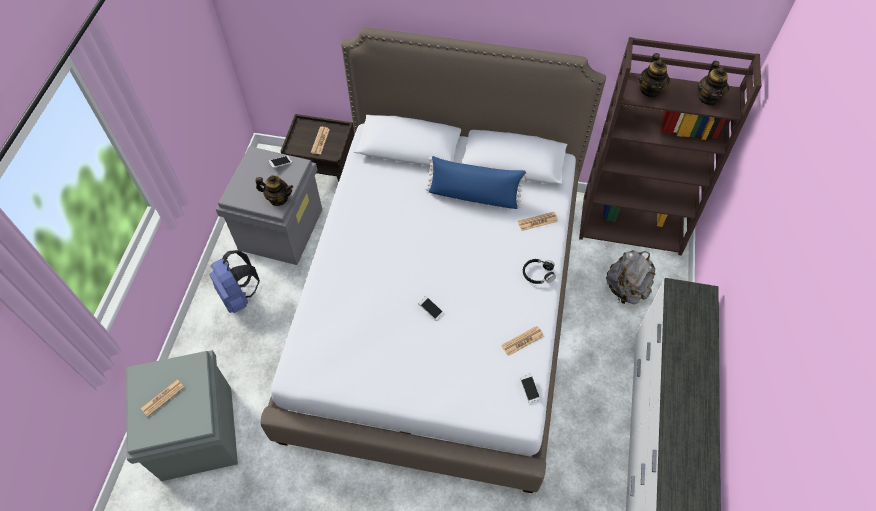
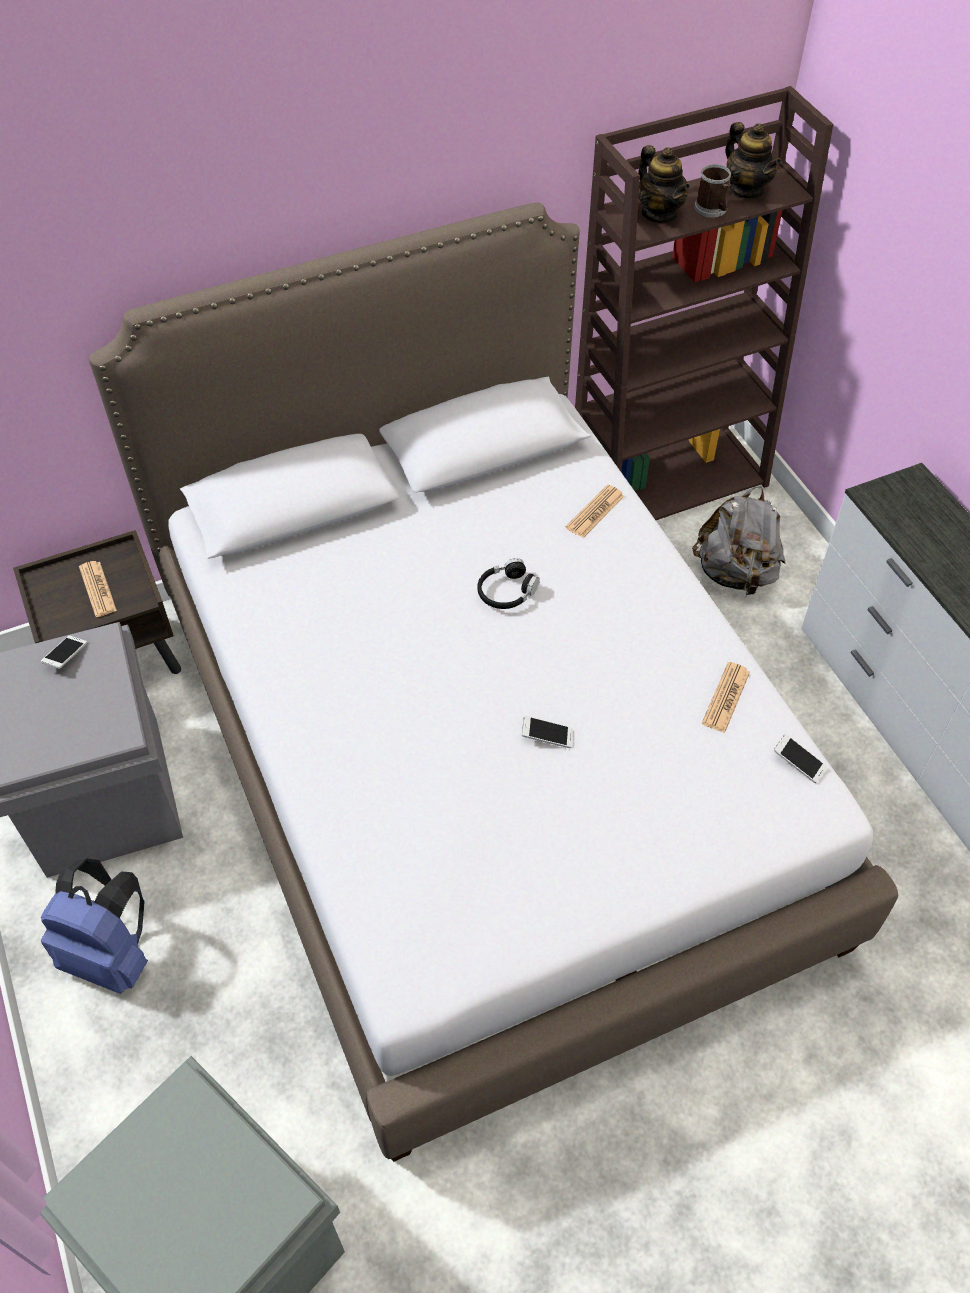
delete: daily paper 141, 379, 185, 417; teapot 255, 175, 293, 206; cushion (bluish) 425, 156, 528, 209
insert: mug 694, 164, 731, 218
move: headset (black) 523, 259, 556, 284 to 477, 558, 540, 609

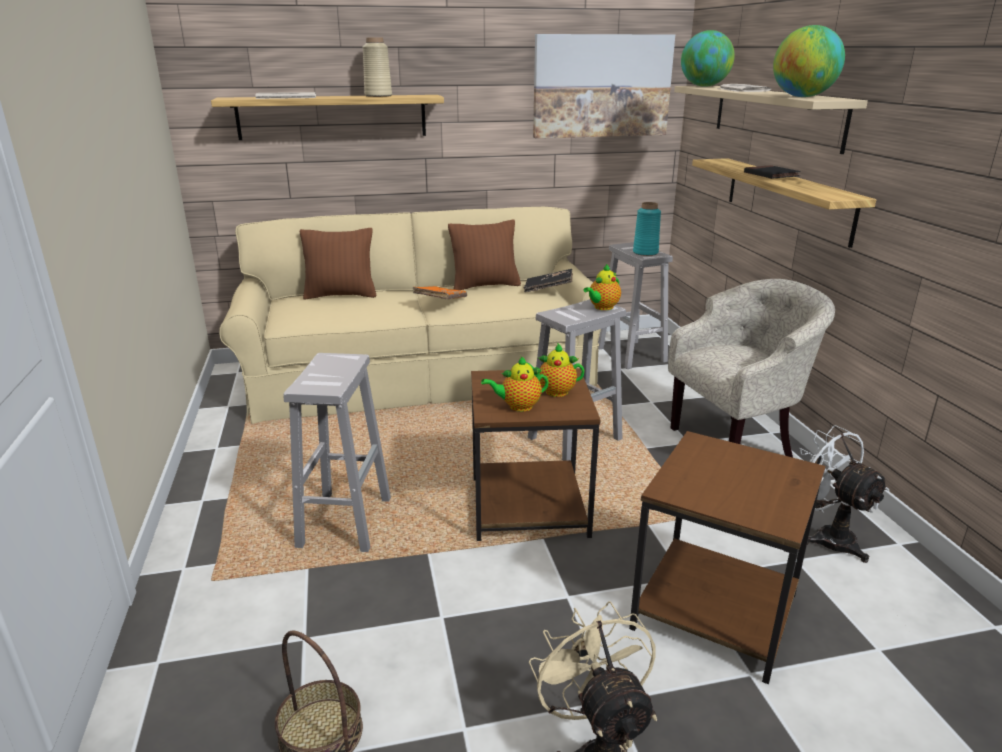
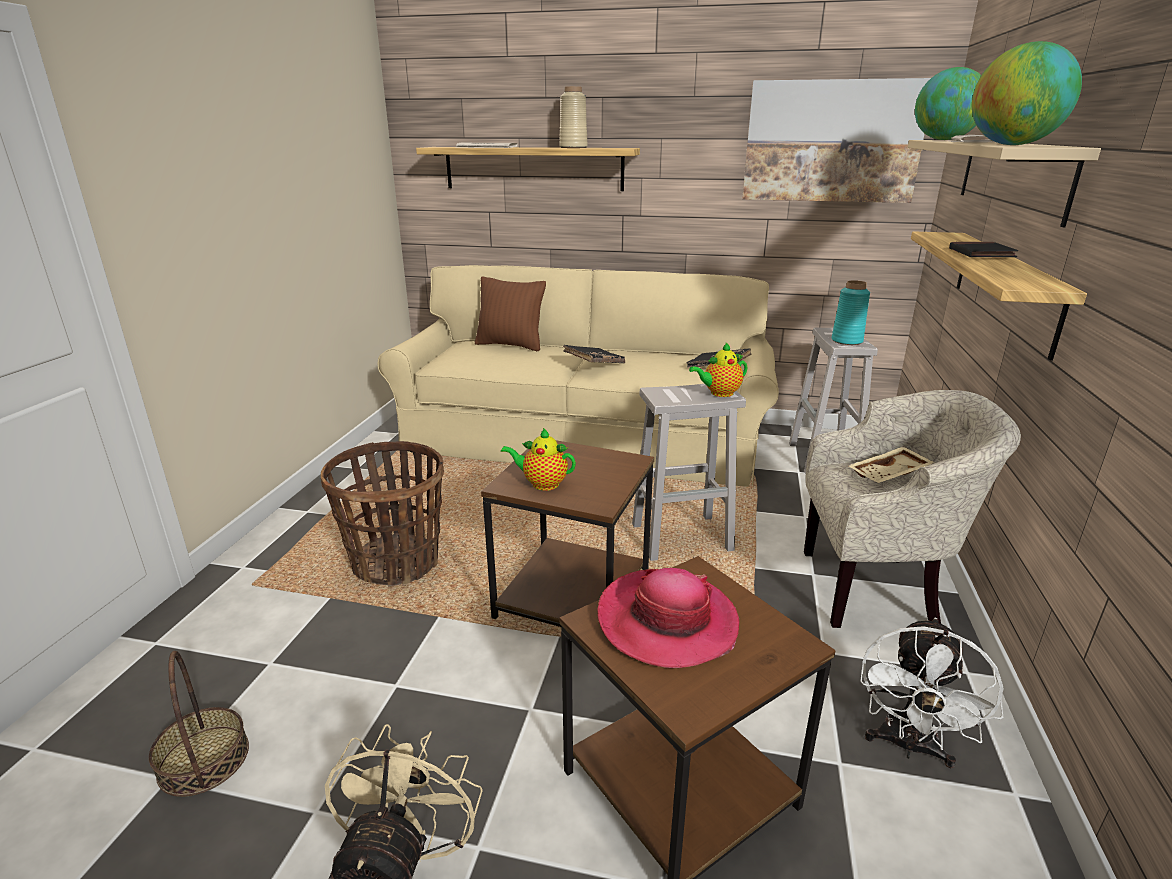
delete: cushion (brown) 448, 220, 521, 290; teapot 526, 343, 585, 397
insert: hat 597, 568, 739, 668; carrying tray (beige-coloured) 849, 447, 935, 483
replace: stool seat (white) 283, 353, 391, 552 to storage basket 321, 441, 444, 586
recolor: volume (orange-coloured) 412, 286, 467, 299 to volume (black) 563, 345, 625, 363
rotate: electric fan (white) 799, 425, 889, 563 = 860, 617, 1003, 768 150 degrees counterclockwise

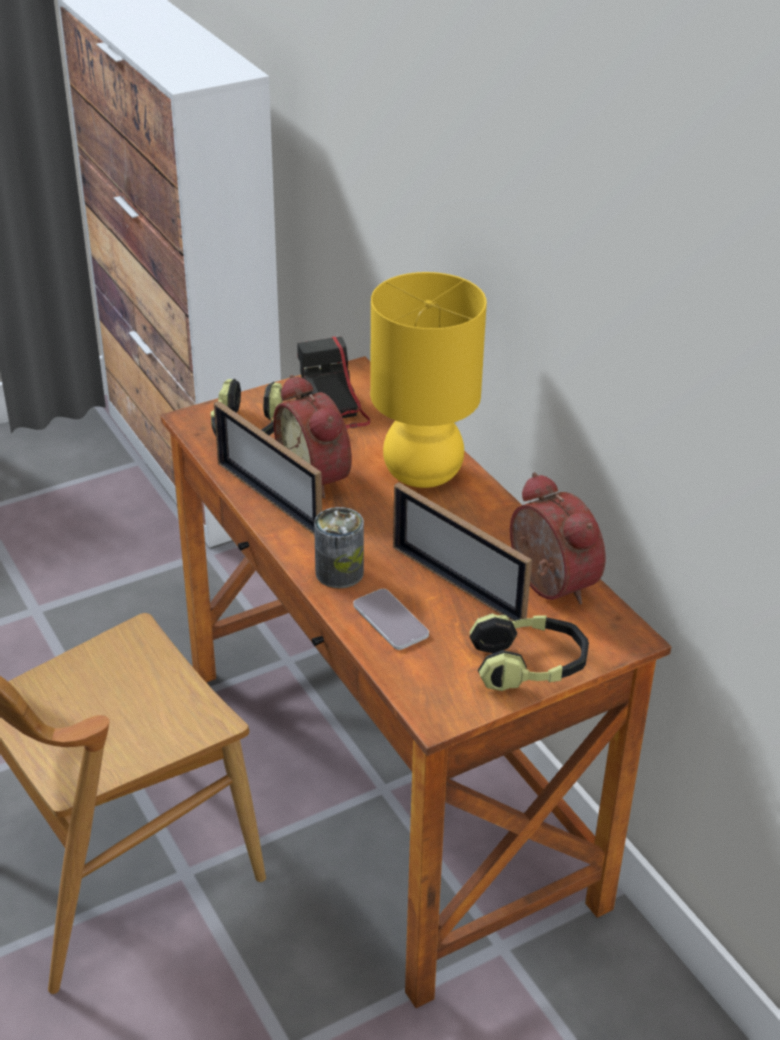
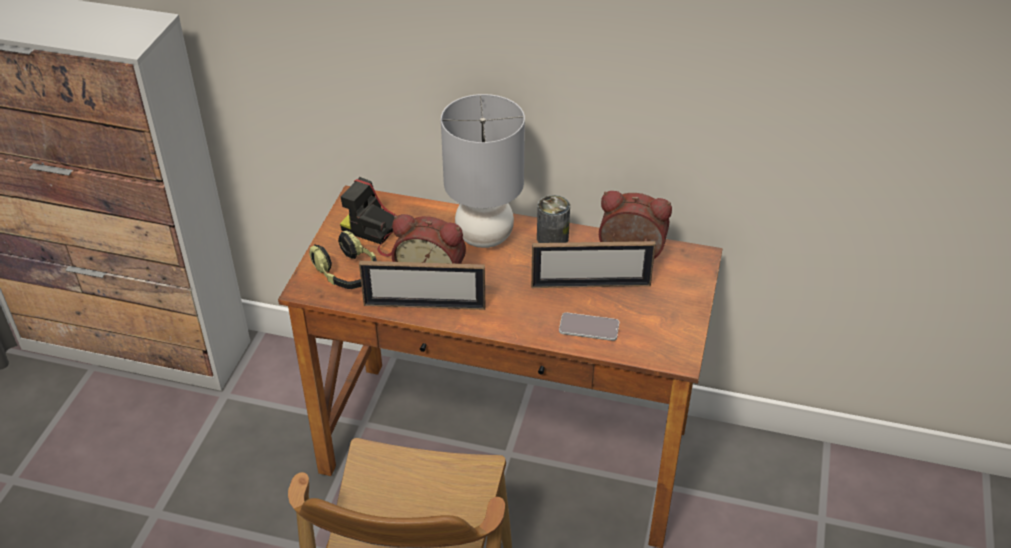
delete: headset 470, 613, 589, 691
move: metal can 314, 507, 364, 589 to 537, 195, 570, 243
recolor: table lamp (yellowish) 370, 272, 487, 488 to table lamp (greyish) 441, 94, 525, 248

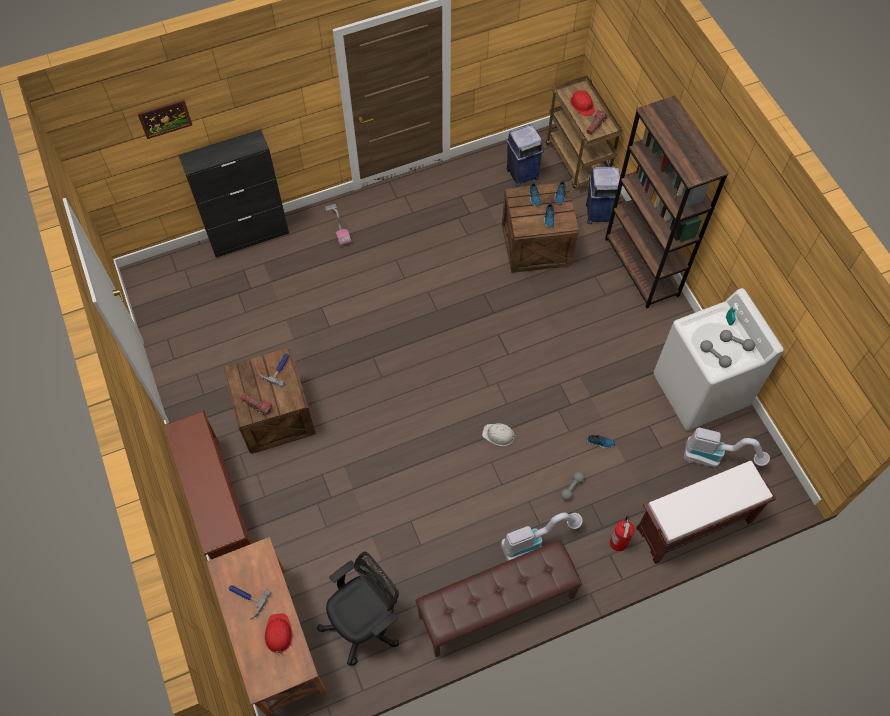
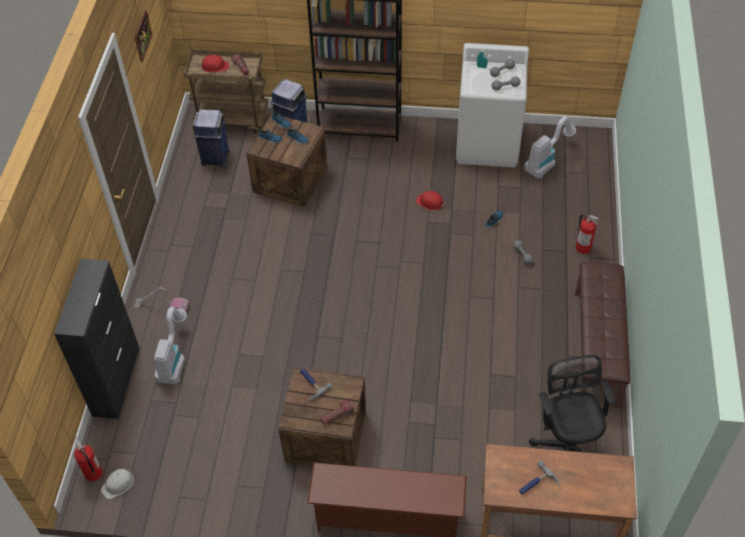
delete: indoor bench (brown) 636, 460, 776, 564
insert: fire extinguisher 74, 437, 103, 481
move: picture 137, 99, 192, 139 to 134, 10, 152, 62; work helmet (red-coloured) 265, 614, 293, 655 to 416, 191, 445, 210; work helmet (white) 482, 423, 517, 446 to 101, 469, 134, 499; vacuum cleaner 501, 513, 583, 561 to 154, 307, 187, 384

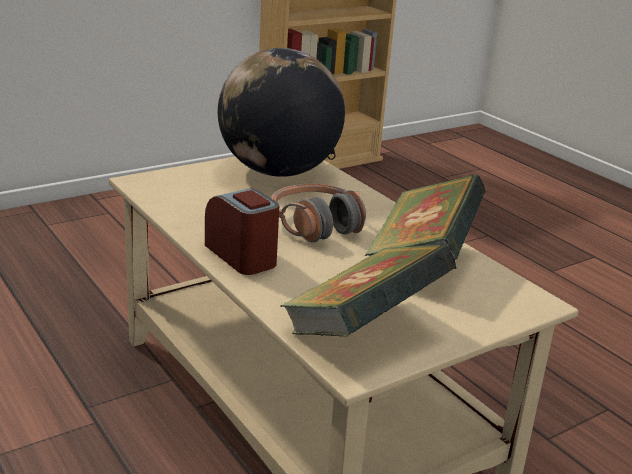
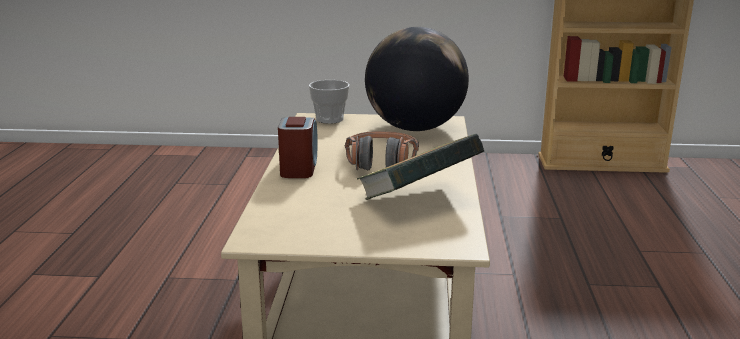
delete: volume 280, 244, 457, 337
insert: small cup 309, 80, 350, 124

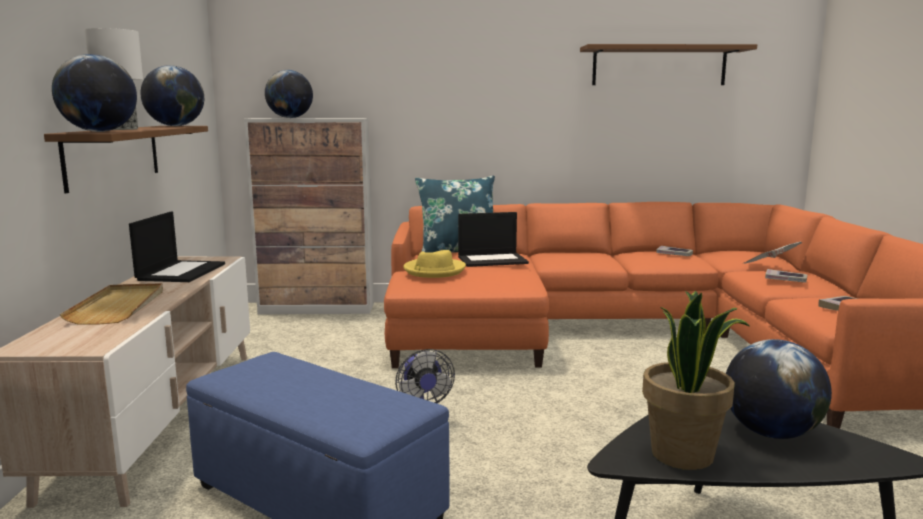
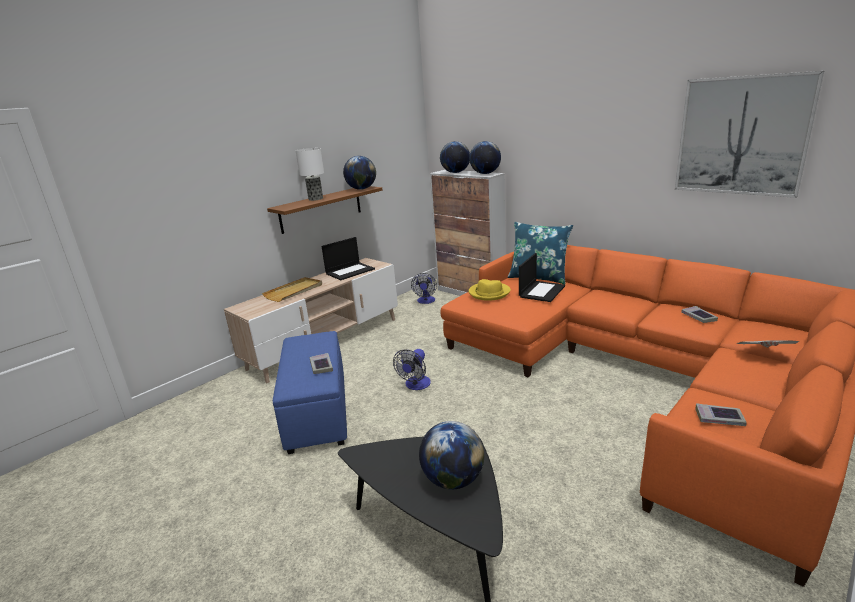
delete: houseplant 642, 291, 750, 470
insert: electric fan 411, 273, 437, 304
move: world globe 52, 54, 137, 132 to 469, 141, 501, 174; volume 765, 269, 807, 283 to 310, 353, 333, 374
replace: shelf (brown) 580, 44, 757, 85 to picture 675, 71, 824, 198
rotate: notebook computer 458, 212, 529, 267 = 519, 253, 565, 302 90 degrees counterclockwise

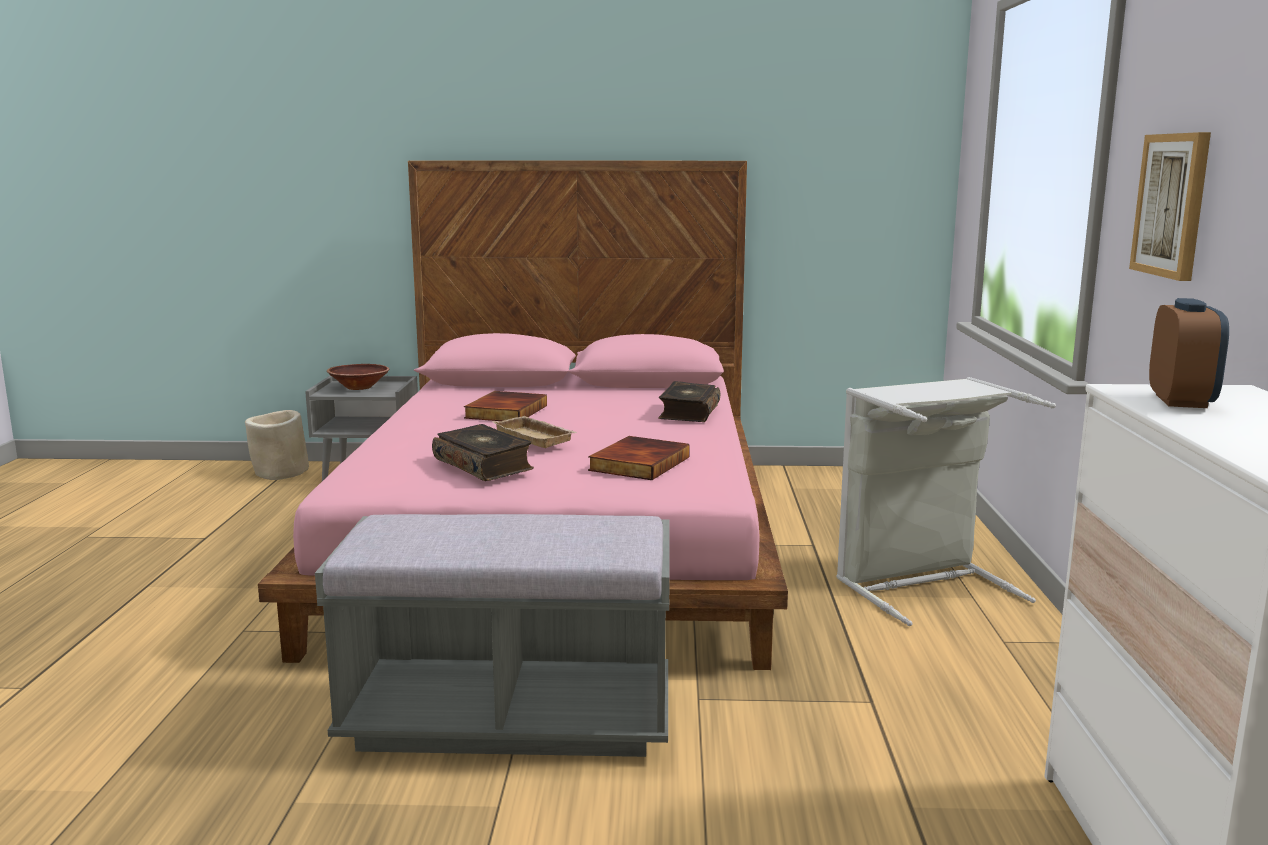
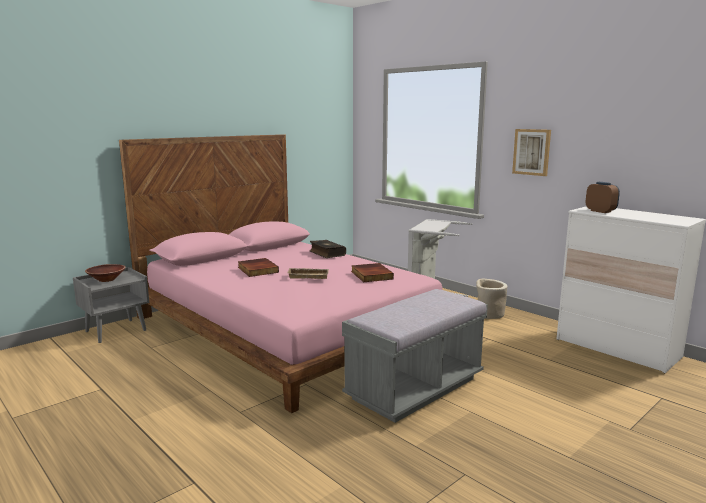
delete: volume 432, 424, 534, 481
move: flower pot (beige-coloured) 245, 410, 309, 480 to 476, 279, 508, 319

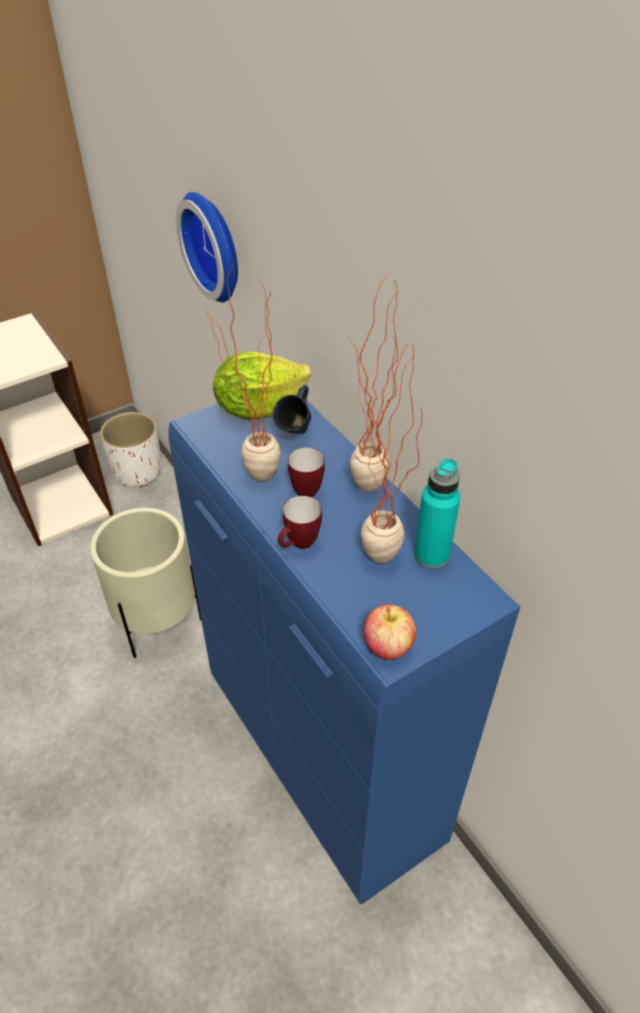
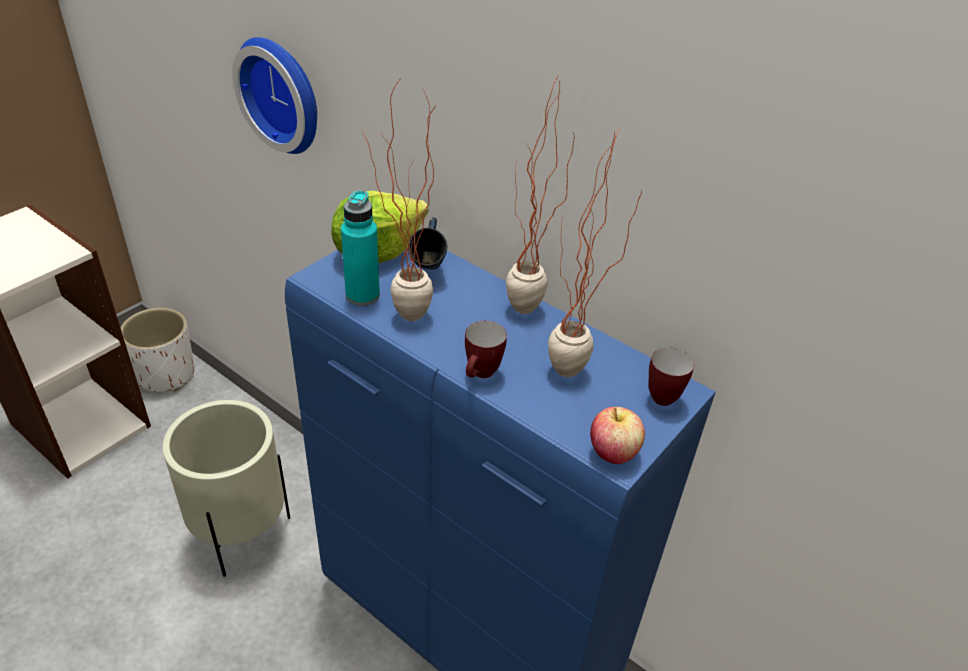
move: mug 288, 448, 325, 497 to 649, 347, 694, 406; drink bottle (turquoise) 414, 458, 460, 569 to 341, 190, 380, 306

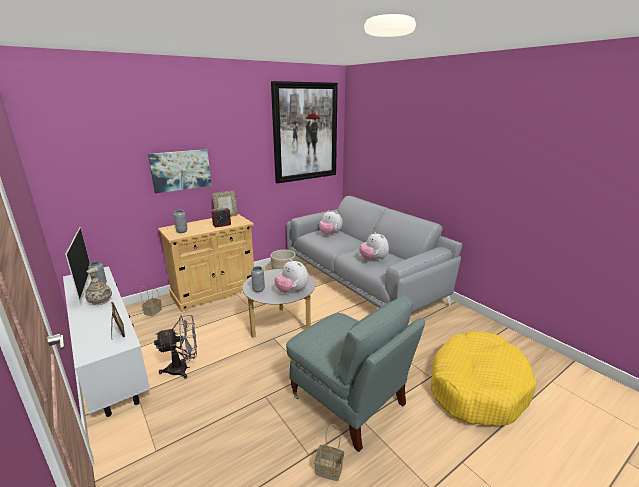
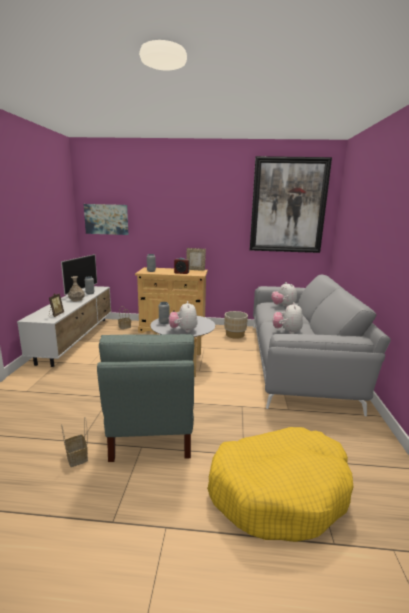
delete: electric fan (greyish) 154, 315, 197, 379
move: picture 148, 149, 212, 193 to 84, 204, 128, 235

